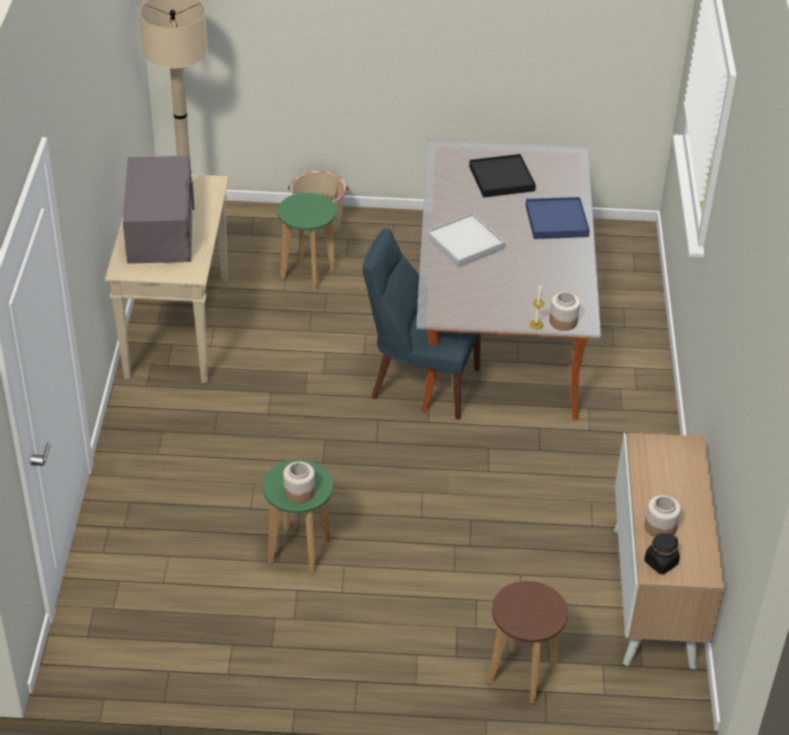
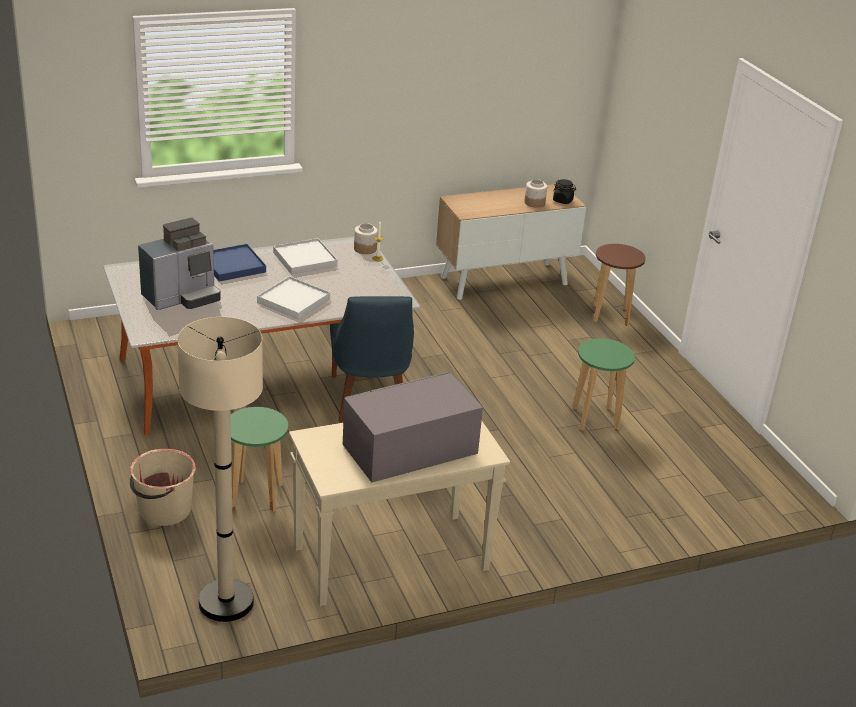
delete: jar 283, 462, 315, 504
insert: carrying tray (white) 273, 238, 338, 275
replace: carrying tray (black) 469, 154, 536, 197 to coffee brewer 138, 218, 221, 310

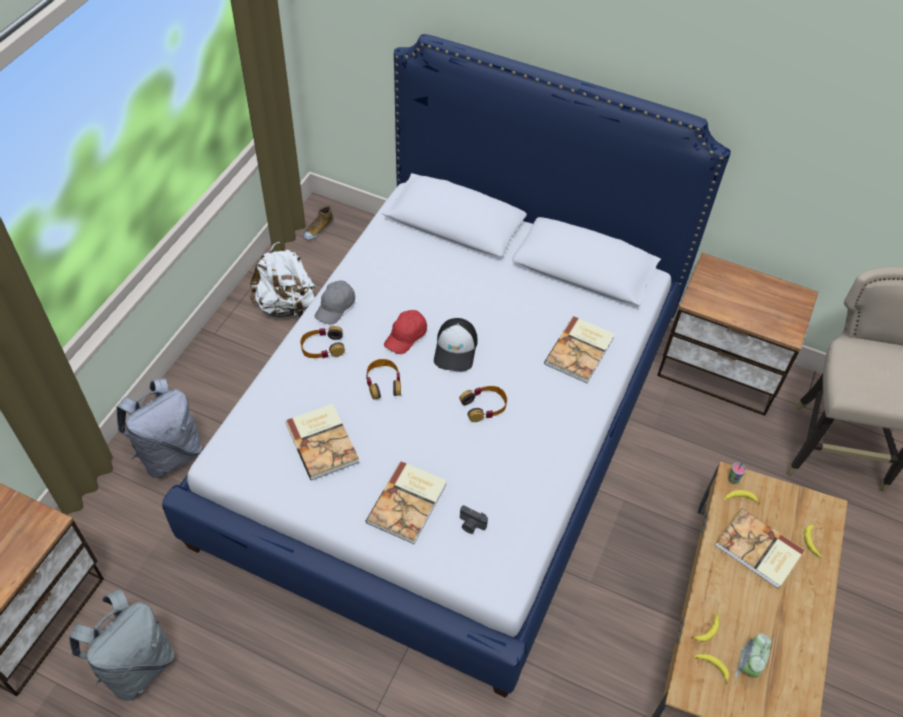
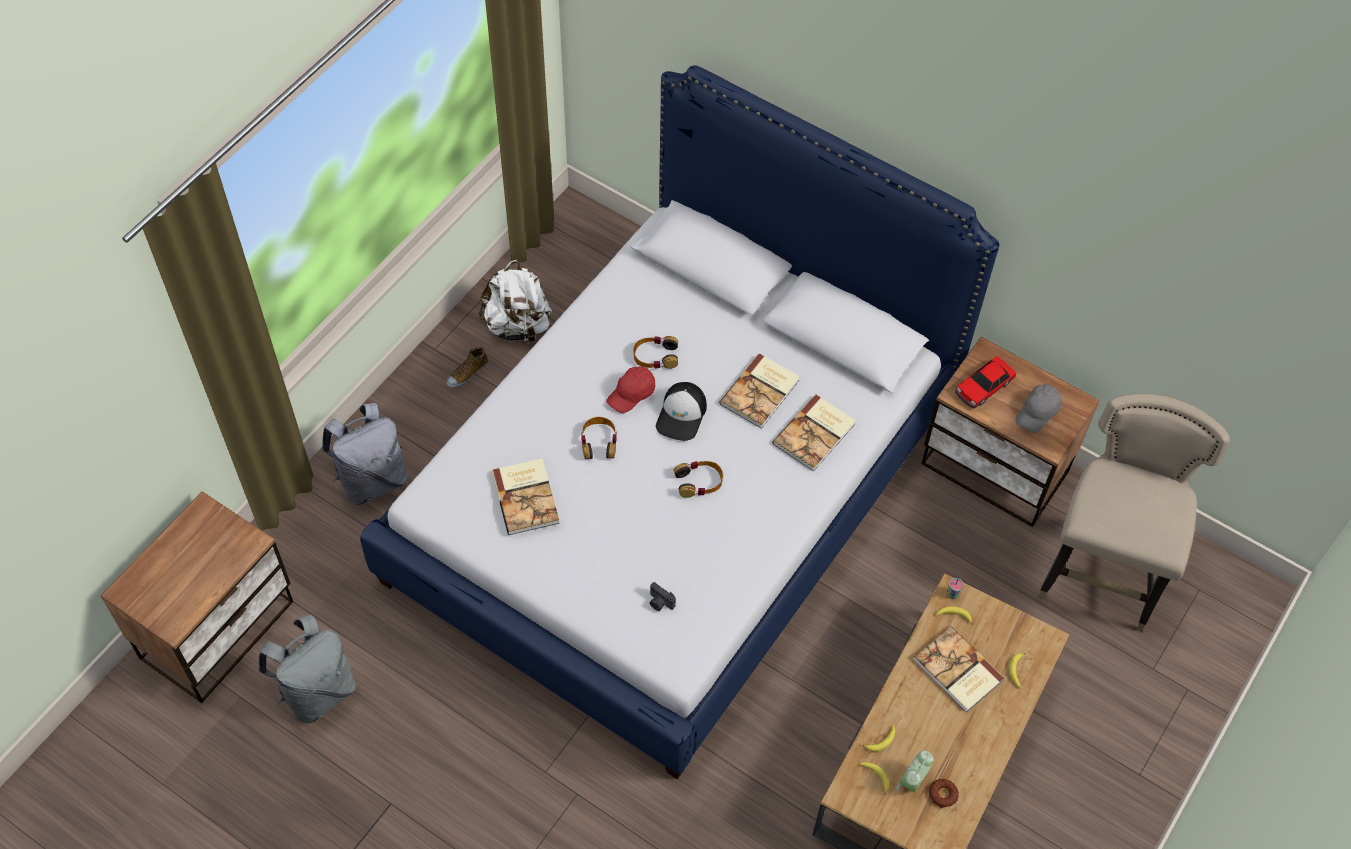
insert: donut 929, 779, 959, 808; toy car 955, 356, 1016, 408
move: headset 300, 326, 345, 358 to 633, 336, 678, 369; item of footwear 303, 206, 334, 240 to 446, 347, 488, 388; baseball cap (greyish) 314, 281, 355, 325 to 1015, 384, 1062, 433; volume 366, 461, 447, 544 to 719, 354, 800, 429

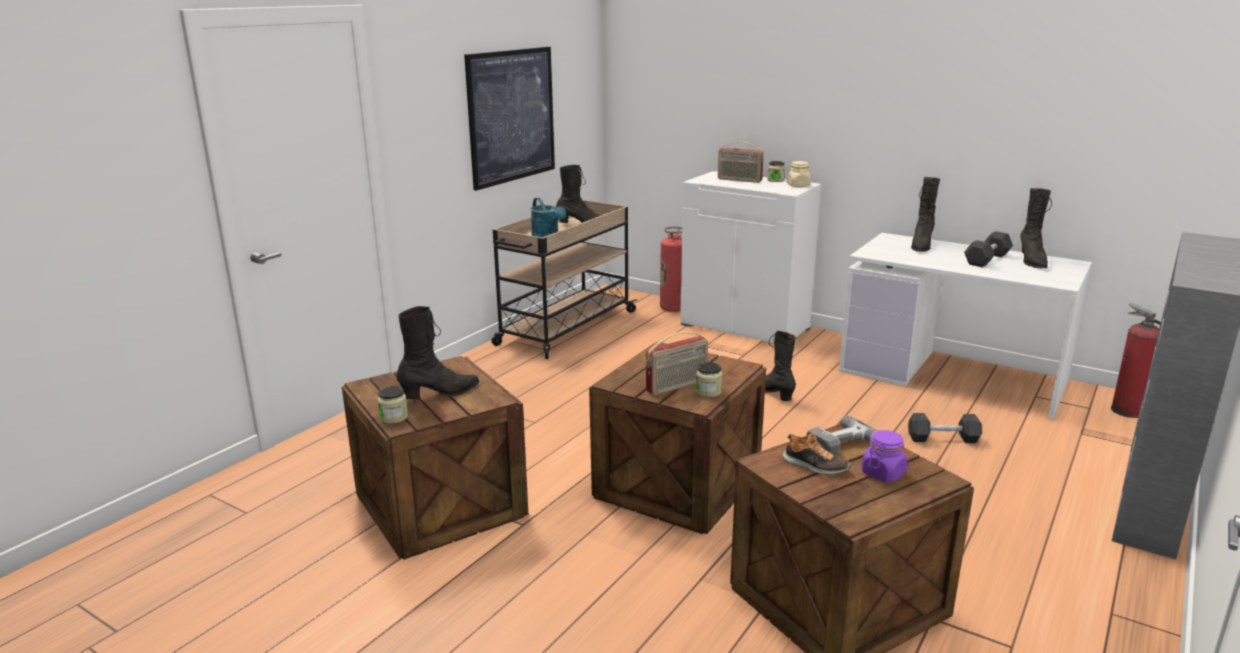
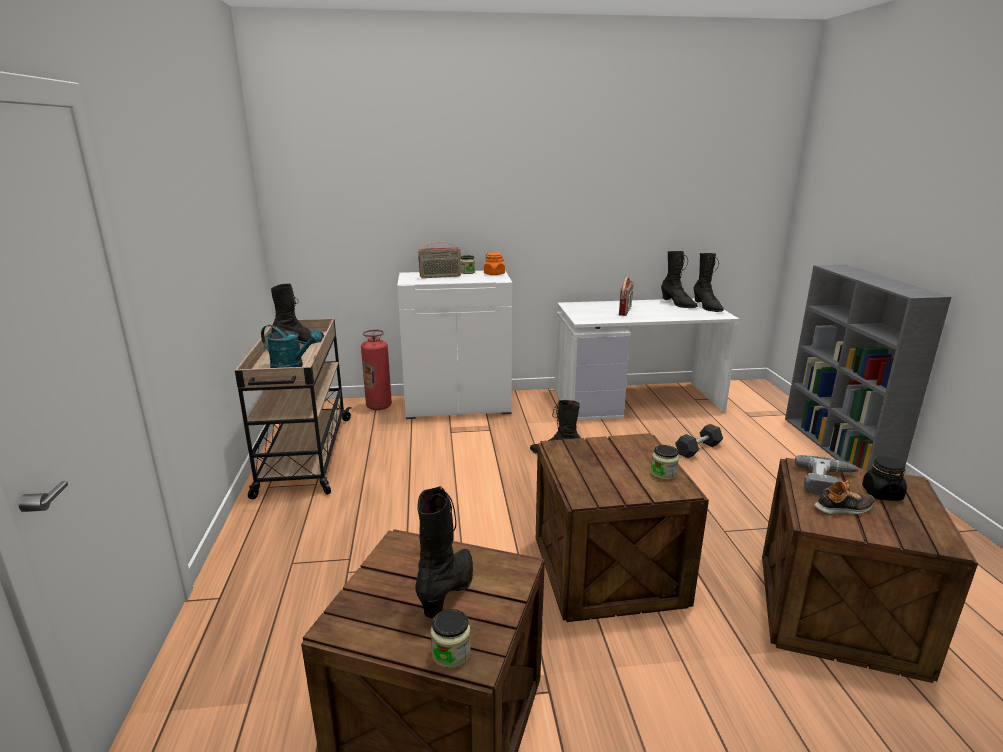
delete: picture 464, 47, 555, 191; free weight (black) 964, 231, 1013, 267; fire extinguisher 1111, 303, 1161, 418
move: radio receiver 646, 332, 708, 396 to 619, 277, 634, 316; tall boot (black) 911, 177, 940, 252 to 694, 253, 724, 312
recolor: jar (beige-coloured) 787, 161, 811, 187 to jar (orange-coloured) 484, 253, 505, 275; jar (purple) 861, 430, 907, 482 to jar (black) 862, 457, 907, 501

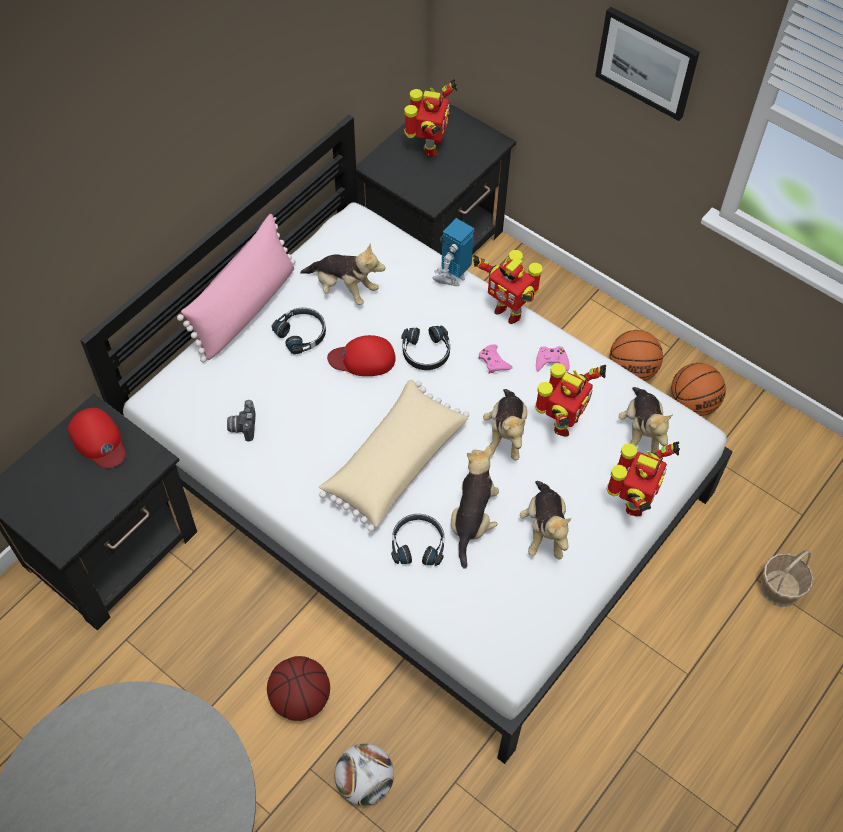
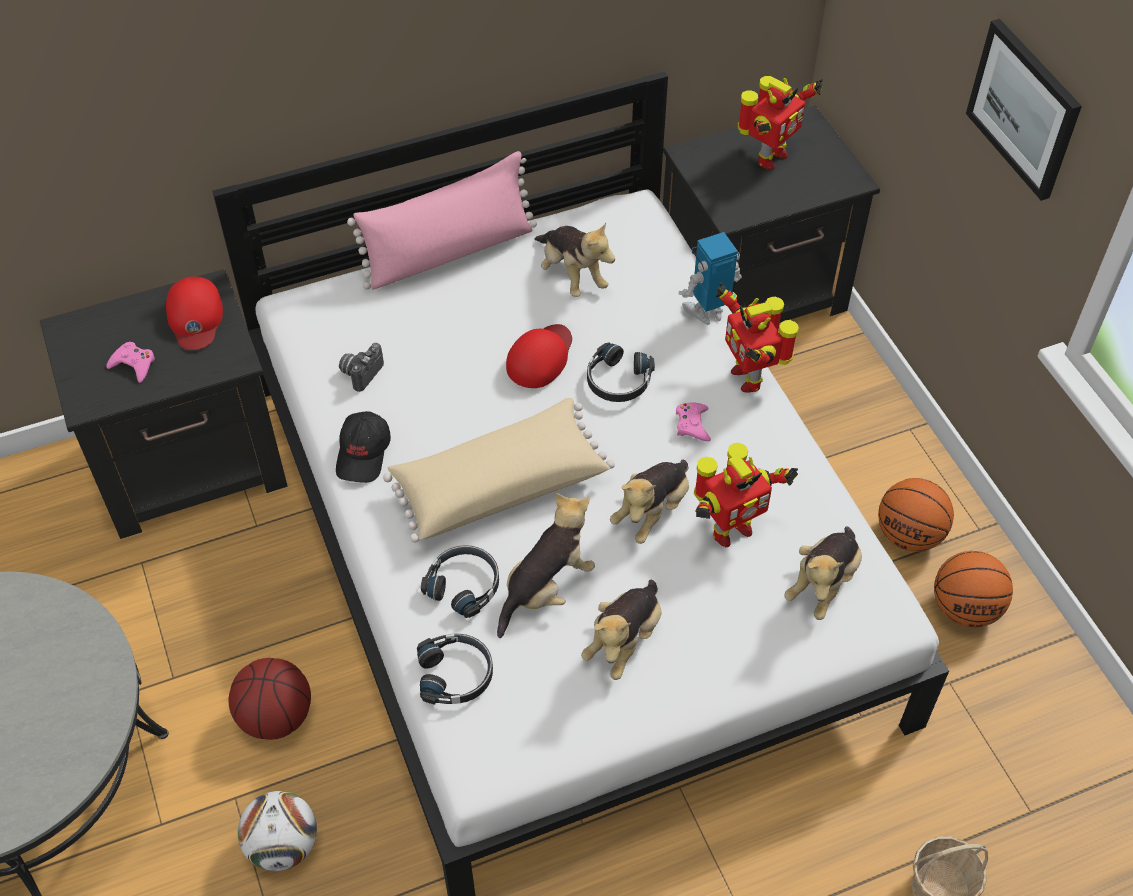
delete: toy robot 607, 441, 680, 516
insert: baseball cap (black) 336, 411, 391, 483
move: headset (black) 272, 308, 326, 354 to 417, 634, 493, 705; joypad (pink) 536, 346, 570, 372 to 107, 342, 155, 383
rotate: baseball cap (red-coloured) 327, 335, 396, 376 = 506, 324, 572, 388 90 degrees clockwise

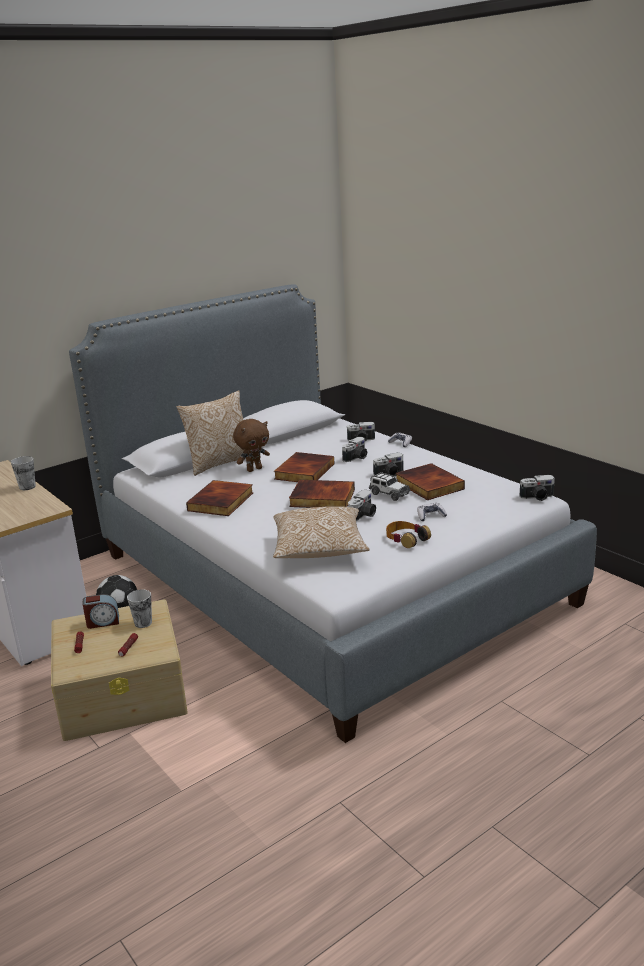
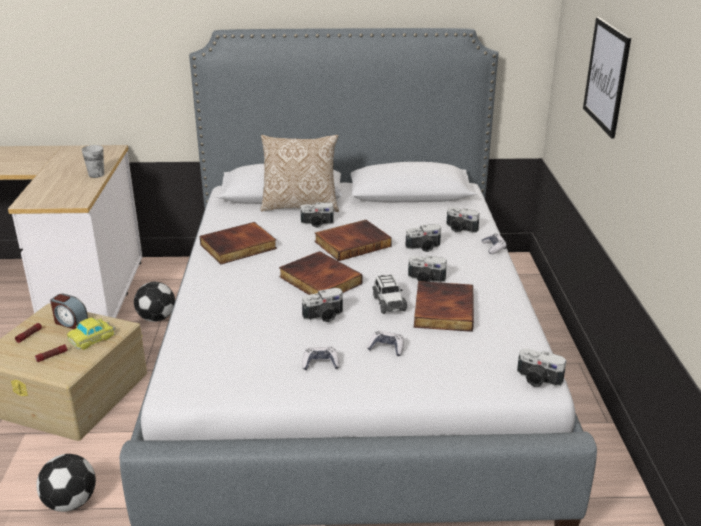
delete: cushion 273, 506, 369, 558
insert: football ball 36, 454, 96, 512; picture 583, 17, 631, 139
replace: small cup 127, 589, 152, 628 to toy car 67, 318, 115, 350; soft toy (brown) 233, 419, 270, 472 to still camera 300, 203, 334, 228; headset 386, 521, 431, 548 to joypad 302, 347, 340, 370

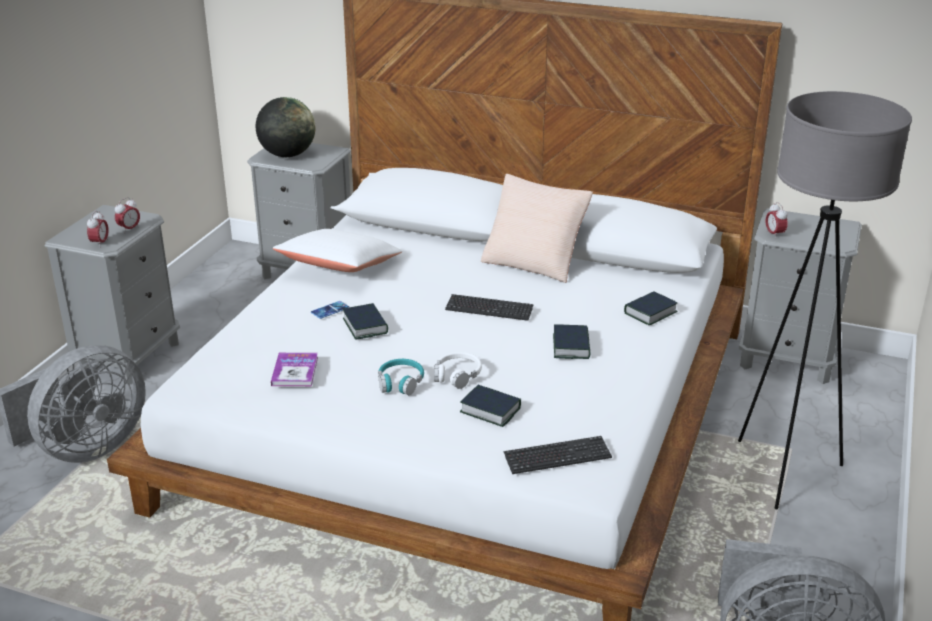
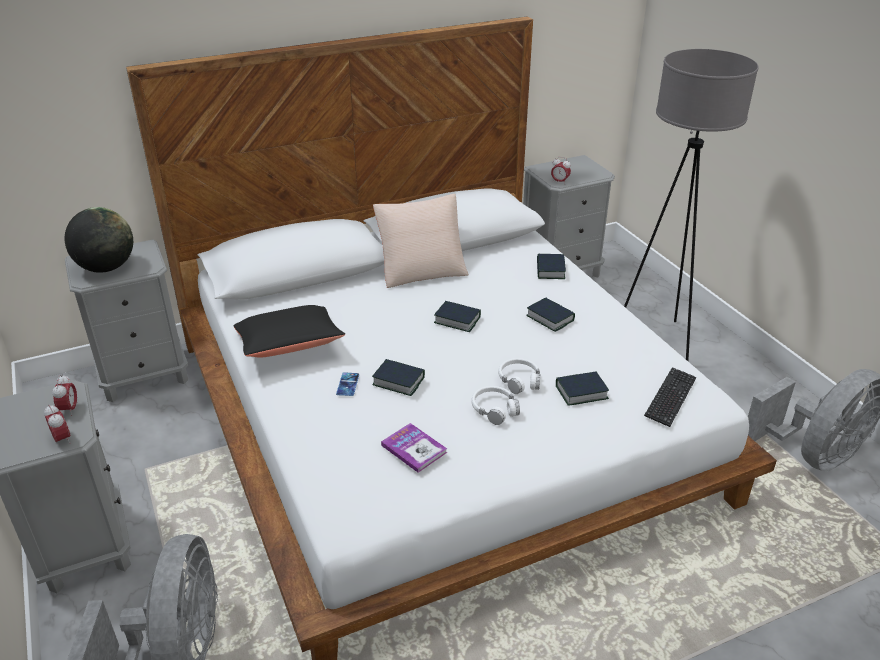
replace: computer keyboard 445, 294, 534, 321 to volume 434, 301, 481, 332
recolor: cushion (white) 273, 229, 402, 272 to cushion (black) 234, 305, 345, 358; headset (turquoise) 378, 359, 424, 395 to headset (white) 471, 386, 520, 425

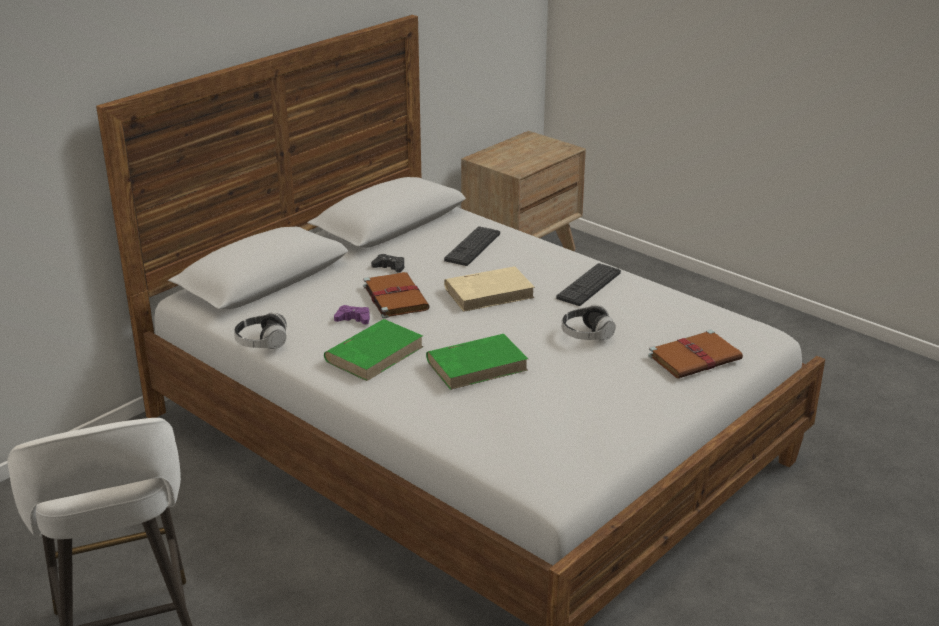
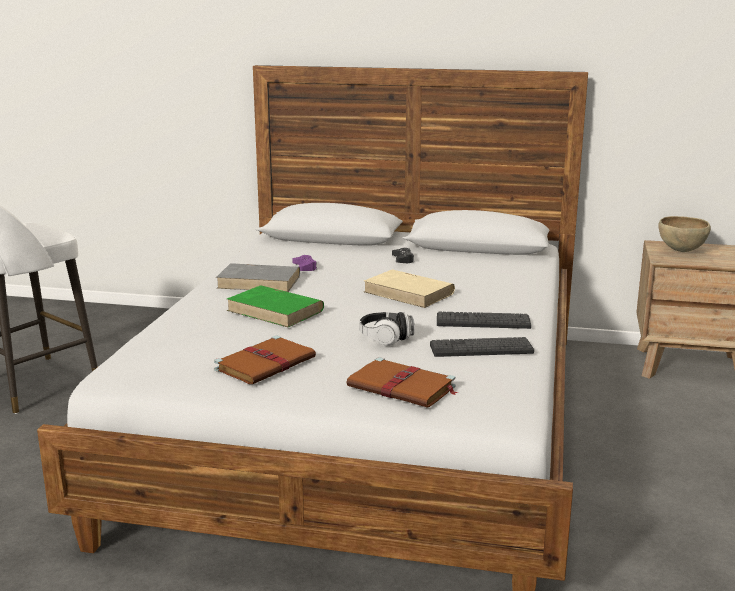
delete: headset 234, 313, 287, 349
insert: bowl (brown) 658, 216, 711, 252
move: volume (brown) 363, 272, 430, 318 to 214, 336, 316, 384; computer keyboard 444, 226, 500, 266 to 430, 337, 534, 357
recolor: volume (green) 324, 319, 423, 381 to volume (greyish) 216, 263, 300, 292

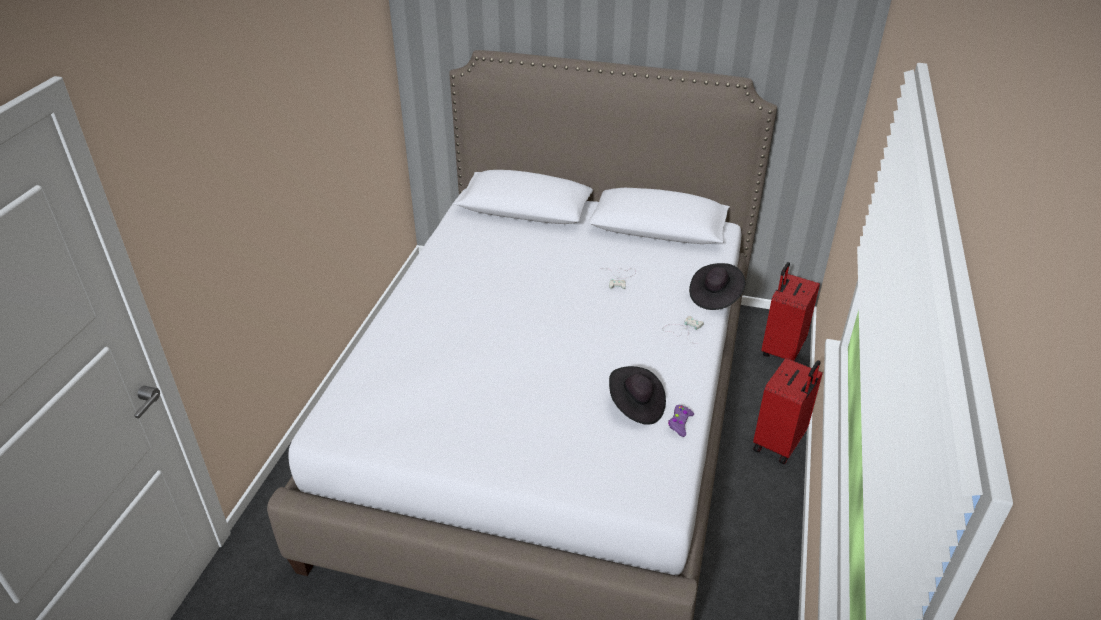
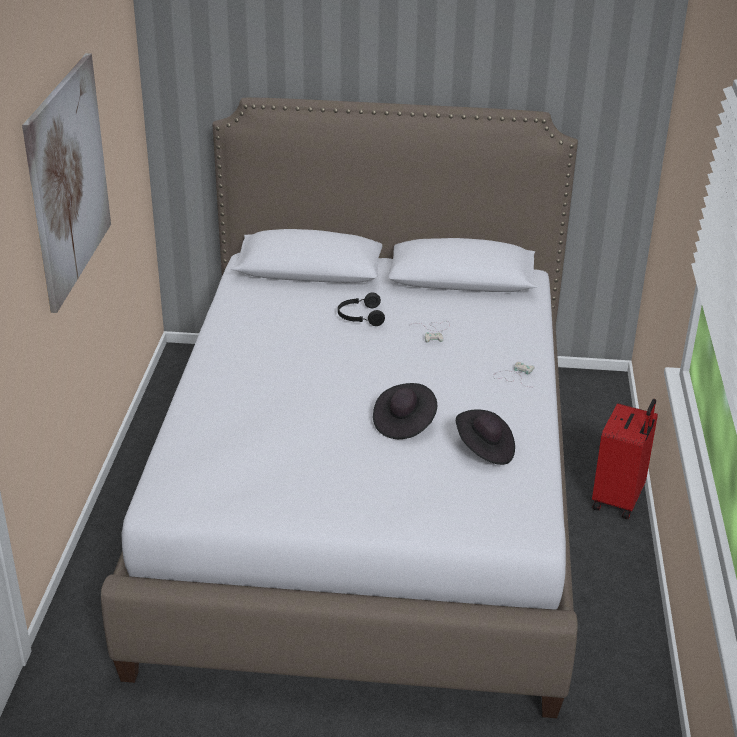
delete: joypad (purple) 668, 405, 694, 437; suitcase (red-coloured) 761, 262, 820, 361
insert: picture 22, 53, 111, 313; headset (black) 338, 293, 385, 326
move: hat (black) 689, 263, 745, 310 to 373, 383, 437, 439

